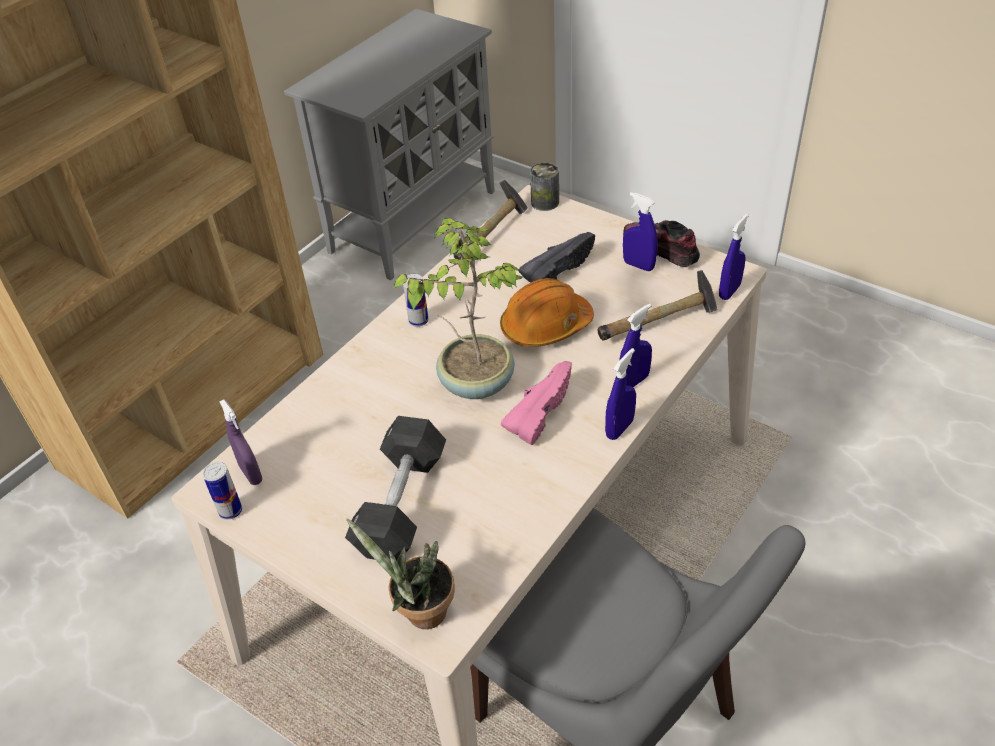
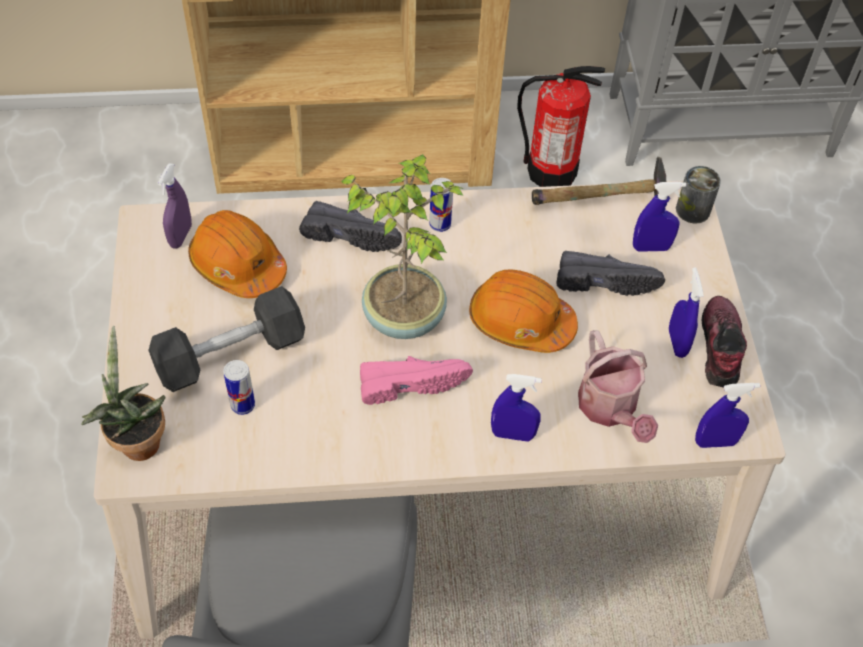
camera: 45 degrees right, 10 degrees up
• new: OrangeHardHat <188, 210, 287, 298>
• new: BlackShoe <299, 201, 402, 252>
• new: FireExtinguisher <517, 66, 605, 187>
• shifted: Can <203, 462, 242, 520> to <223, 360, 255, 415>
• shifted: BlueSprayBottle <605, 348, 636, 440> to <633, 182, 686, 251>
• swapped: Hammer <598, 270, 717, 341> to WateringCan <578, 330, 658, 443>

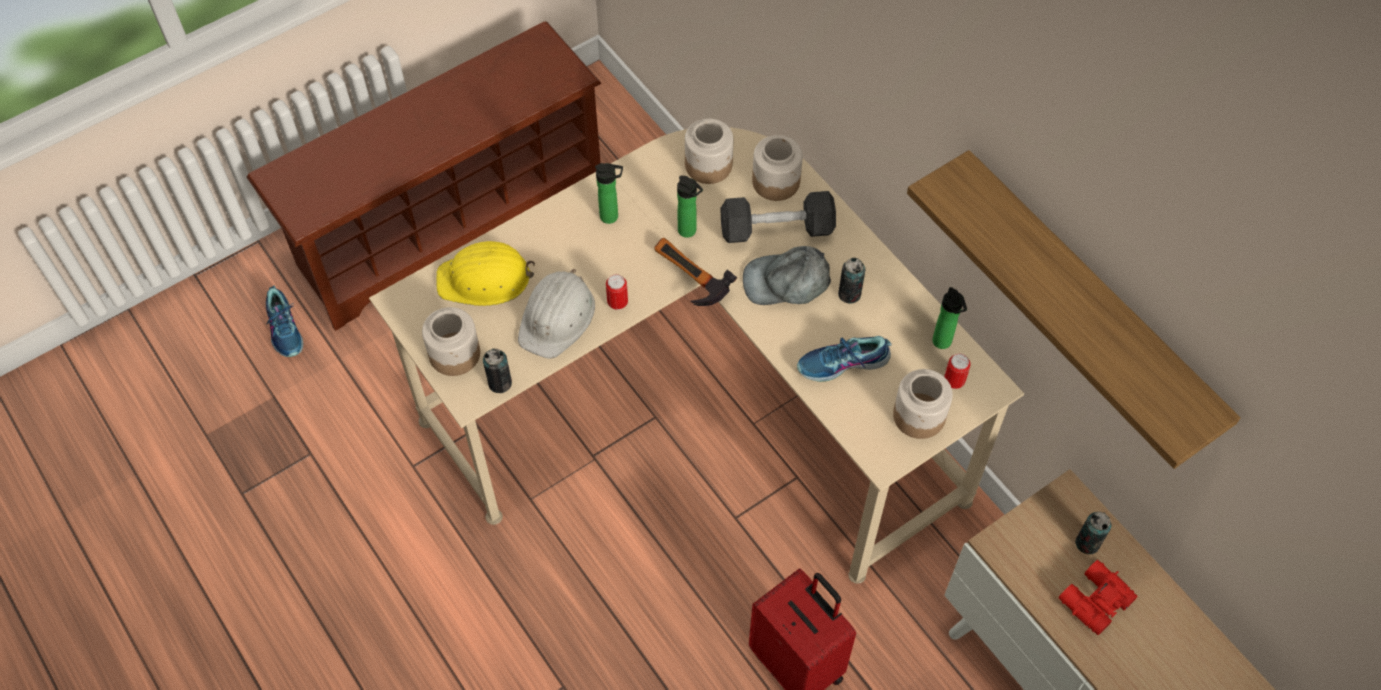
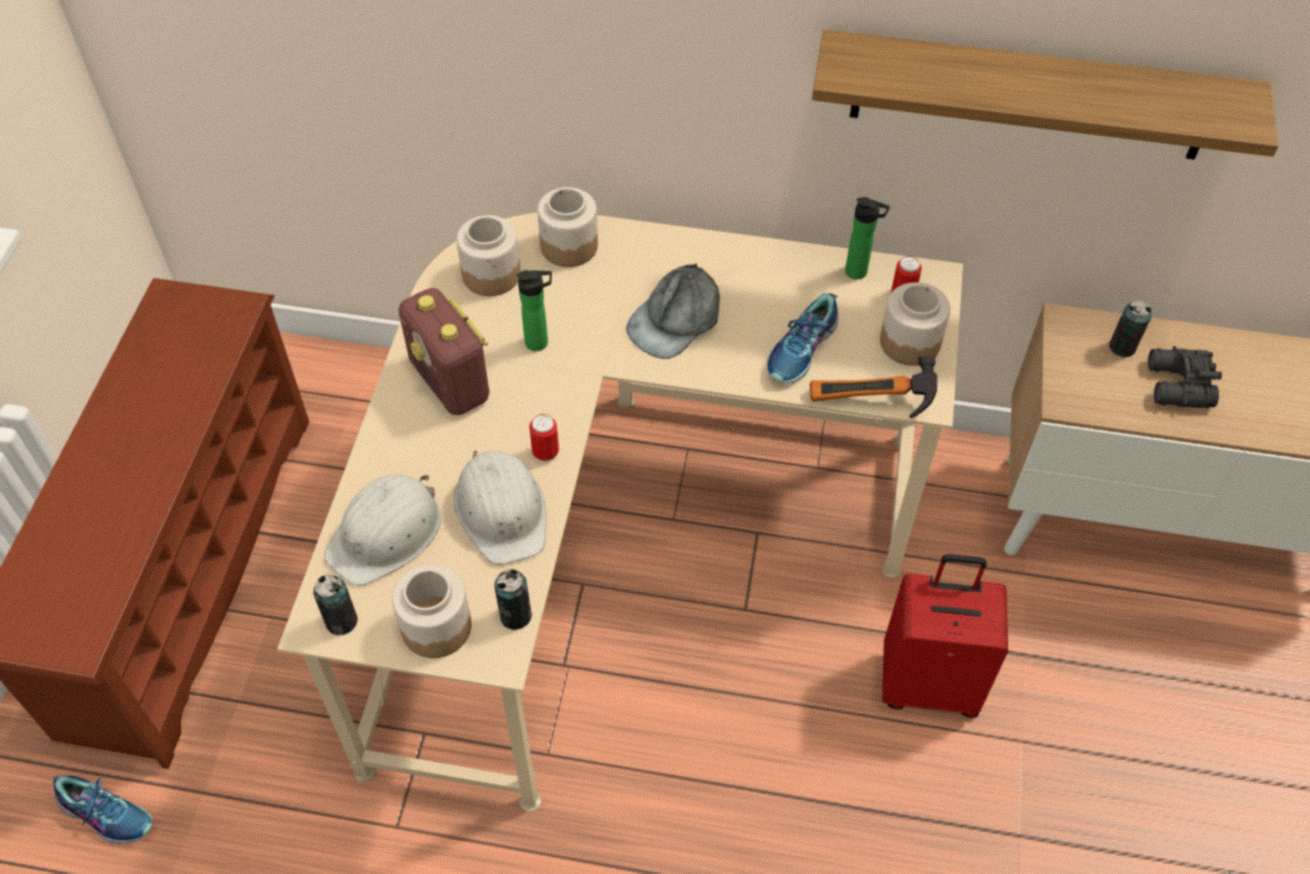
camera: 45 degrees left, 5 degrees down
• gone: BlackDumbbell <720, 191, 836, 243>
• shifted: Hammer <654, 238, 737, 306> to <810, 356, 937, 418>
• shifted: Can <838, 258, 865, 304> to <313, 574, 358, 635>
• swapped: Bottle <595, 163, 623, 224> to Radio <398, 288, 489, 415>
• repainted: YellowHardHat <436, 241, 535, 306> to WhiteHardHat <324, 474, 441, 586>
• repainted: RedBinoculars <1059, 560, 1138, 635> to BlackBinoculars <1148, 346, 1222, 408>

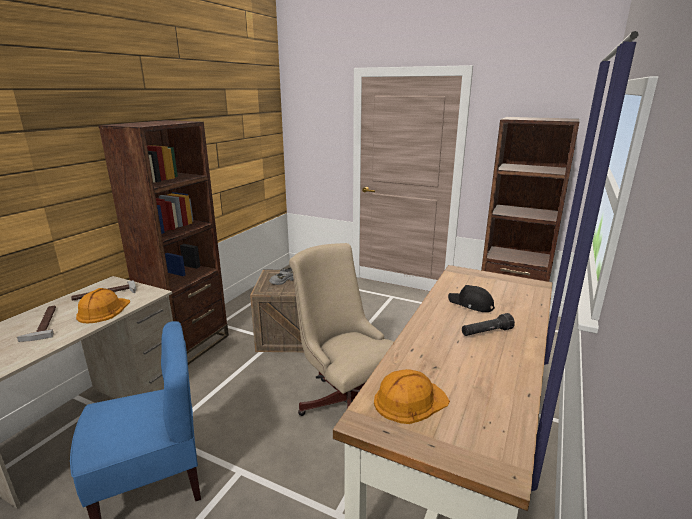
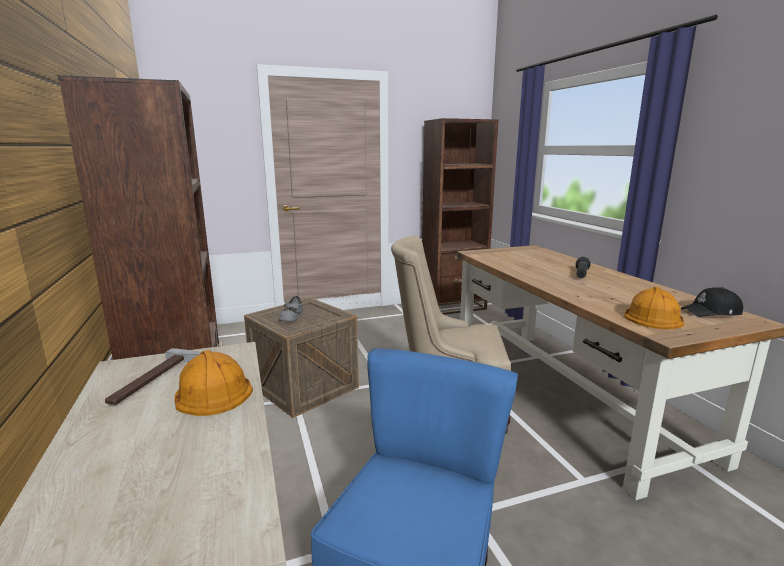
camera: 45 degrees left, 5 degrees down
• gone: Hammer <17, 306, 56, 342>
• shifted: BlackCap <448, 285, 495, 312> to <681, 287, 743, 317>

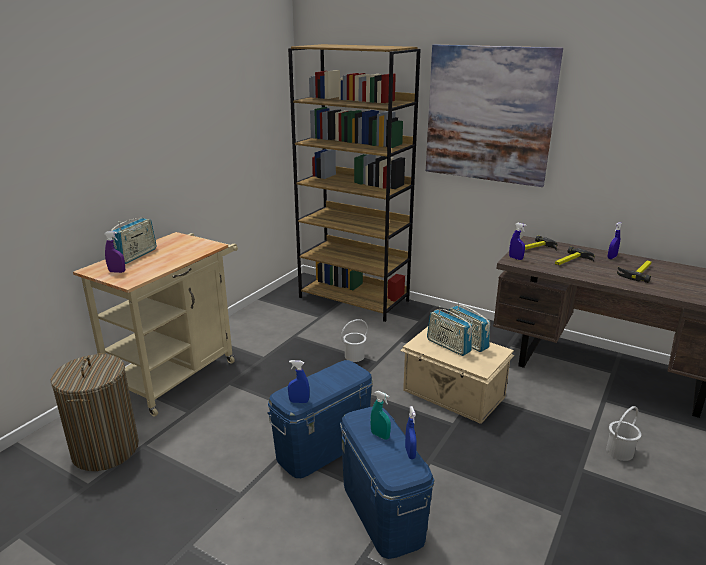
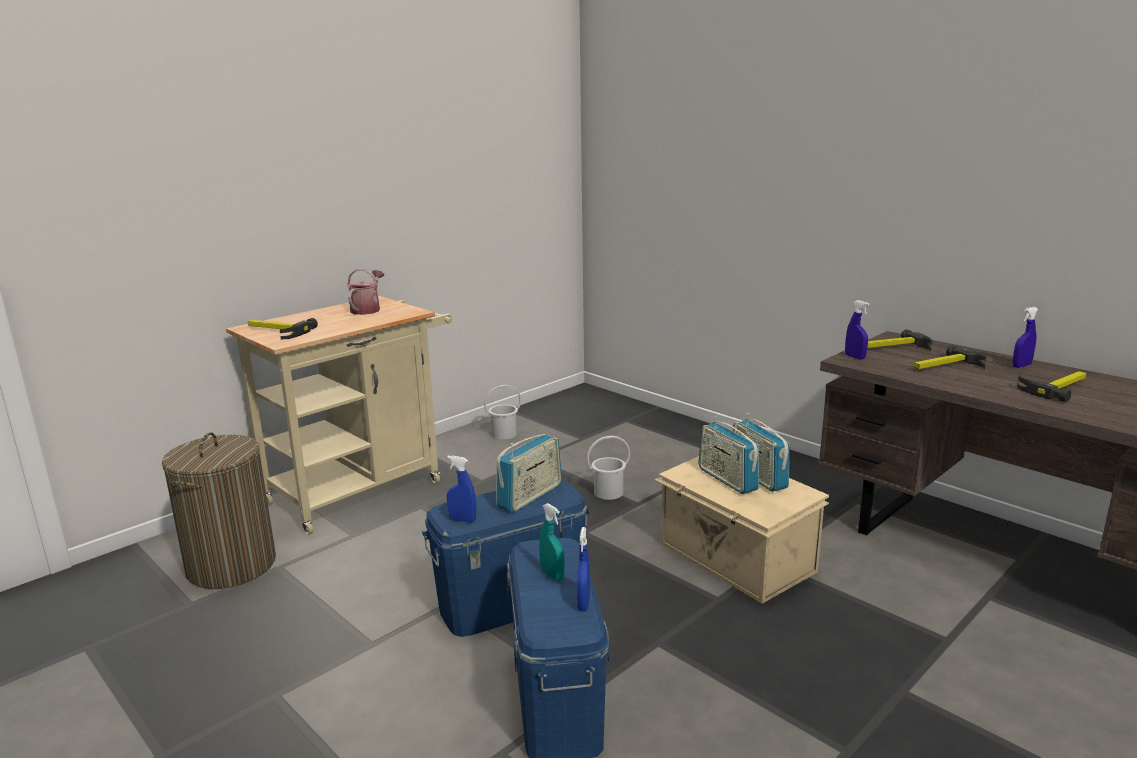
camera: 15 degrees right, 5 degrees down
• gone: BrownBookcase <288, 44, 421, 322>
• gone: Picture <426, 45, 563, 187>
• new: WateringCan <347, 269, 384, 315>
• shifted: Radio <111, 218, 156, 264> to <496, 434, 562, 513>
• shifted: WhiteBucket <606, 406, 641, 461> to <484, 385, 521, 440>
• swapped: PurpleSprayBottle <104, 231, 125, 273> to Hammer <248, 318, 318, 339>

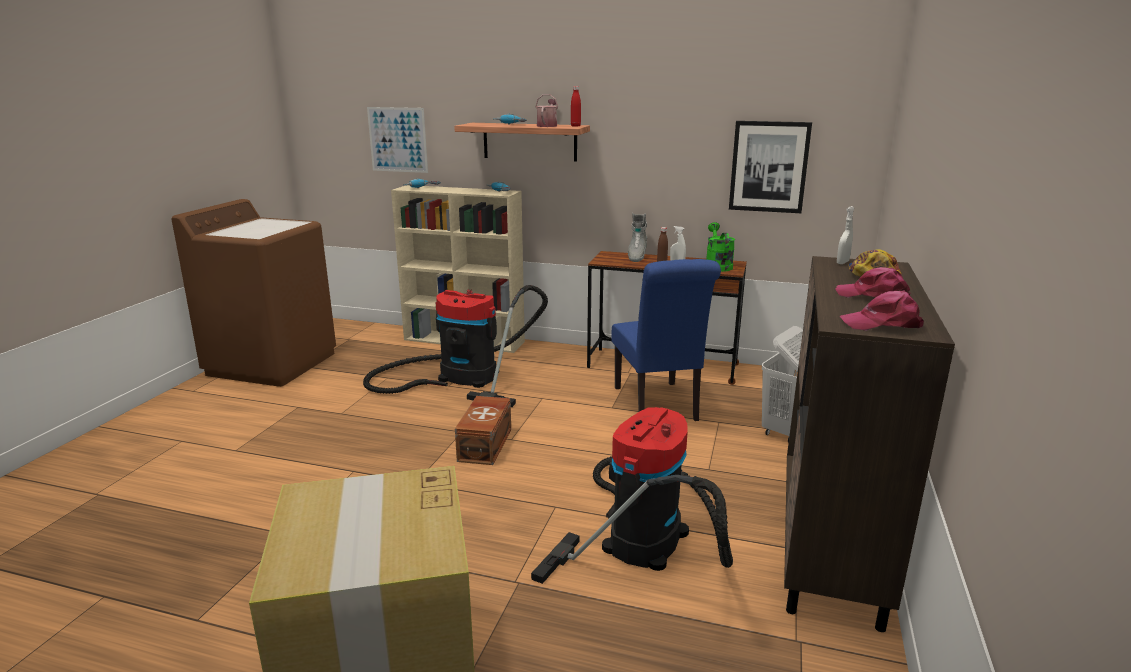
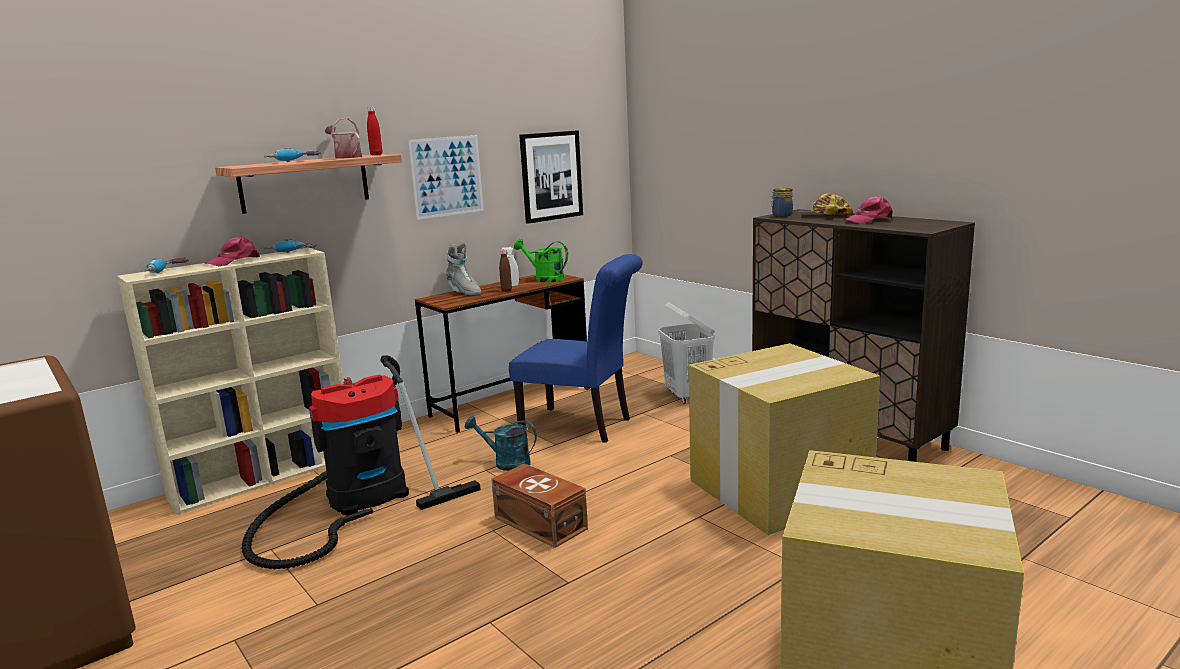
camera: 55 degrees left, 5 degrees down
• new: TurquoiseWateringCan <465, 416, 537, 471>
• shifted: Picture <367, 107, 428, 173> to <408, 135, 484, 220>
• shifted: PinkCap <840, 291, 924, 331> to <205, 236, 260, 266>
• swapped: VacuumCleaner <531, 407, 733, 584> to CardboardBox <689, 343, 880, 535>
• swapped: WhiteSprayBottle <837, 206, 855, 264> to Jar <771, 187, 793, 217>

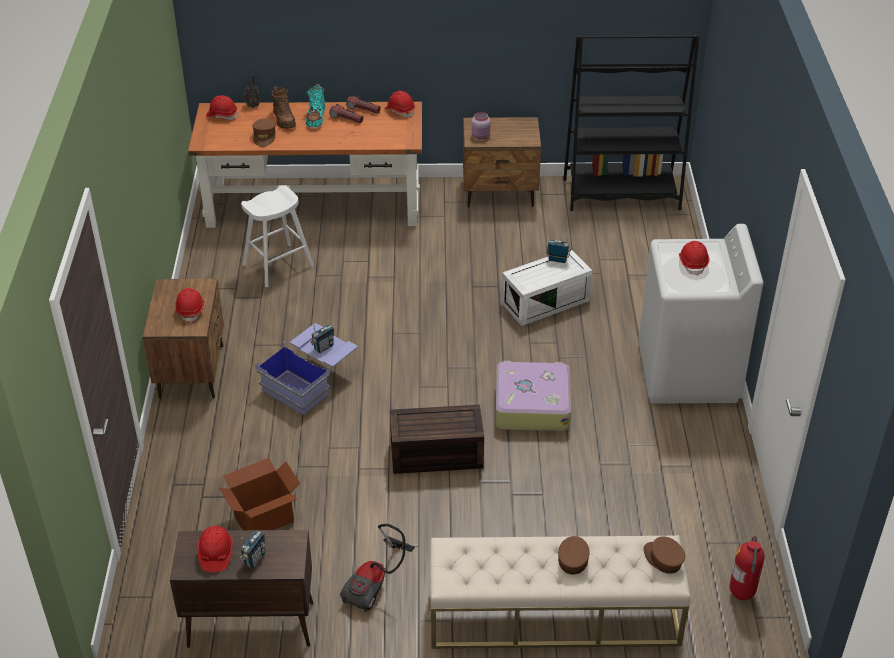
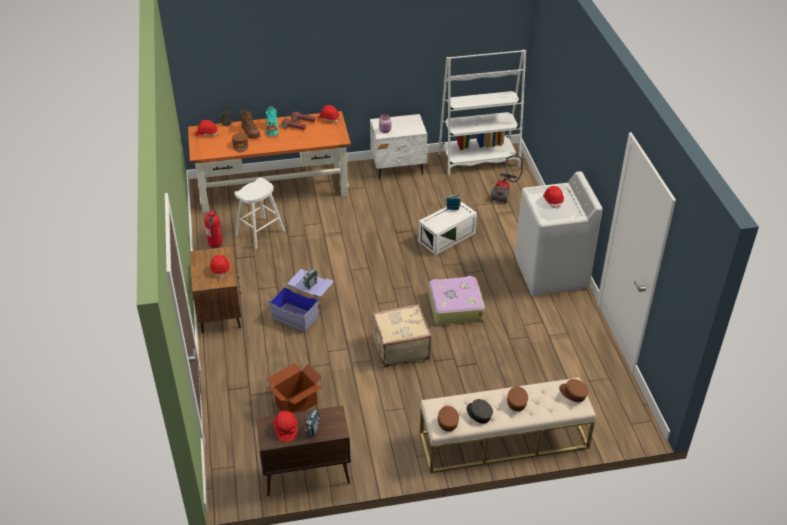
camera: 10 degrees left, 0 degrees up
• new: BrownCap <438, 406, 459, 431>
• new: GreyCap <467, 399, 493, 424>
• shifted: VacuumCleaner <340, 523, 415, 612> to <491, 155, 523, 203>
• shifted: FireExtinguisher <730, 536, 765, 600> to <204, 210, 223, 248>
• swapped: BrownStorageBox <390, 405, 484, 474> to BeigeSuitcase <372, 304, 432, 367>
• repainted: BrownNightstand <463, 117, 541, 208> to WhiteNightstand <370, 114, 427, 180>
• repainted: BlackBookcase <563, 34, 699, 211> to WhiteBookcase <438, 50, 526, 175>

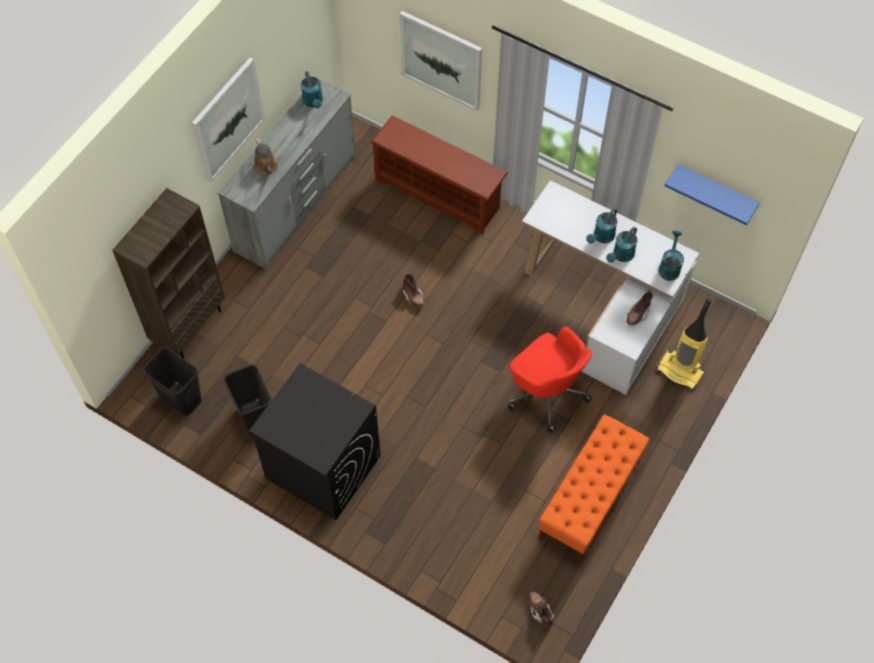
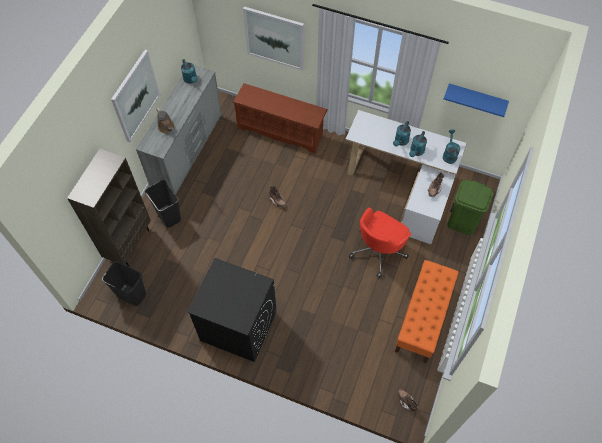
camera: 10 degrees left, 0 degrees up
• shifted: BlackTrashCan <224, 365, 272, 435> to <145, 180, 181, 228>
• swapped: VacuumCleaner <656, 298, 711, 390> to GreenTrashCan <448, 180, 493, 235>
• rotated: RedOfficeChair <508, 326, 592, 433> = <349, 207, 412, 278> 90 degrees clockwise

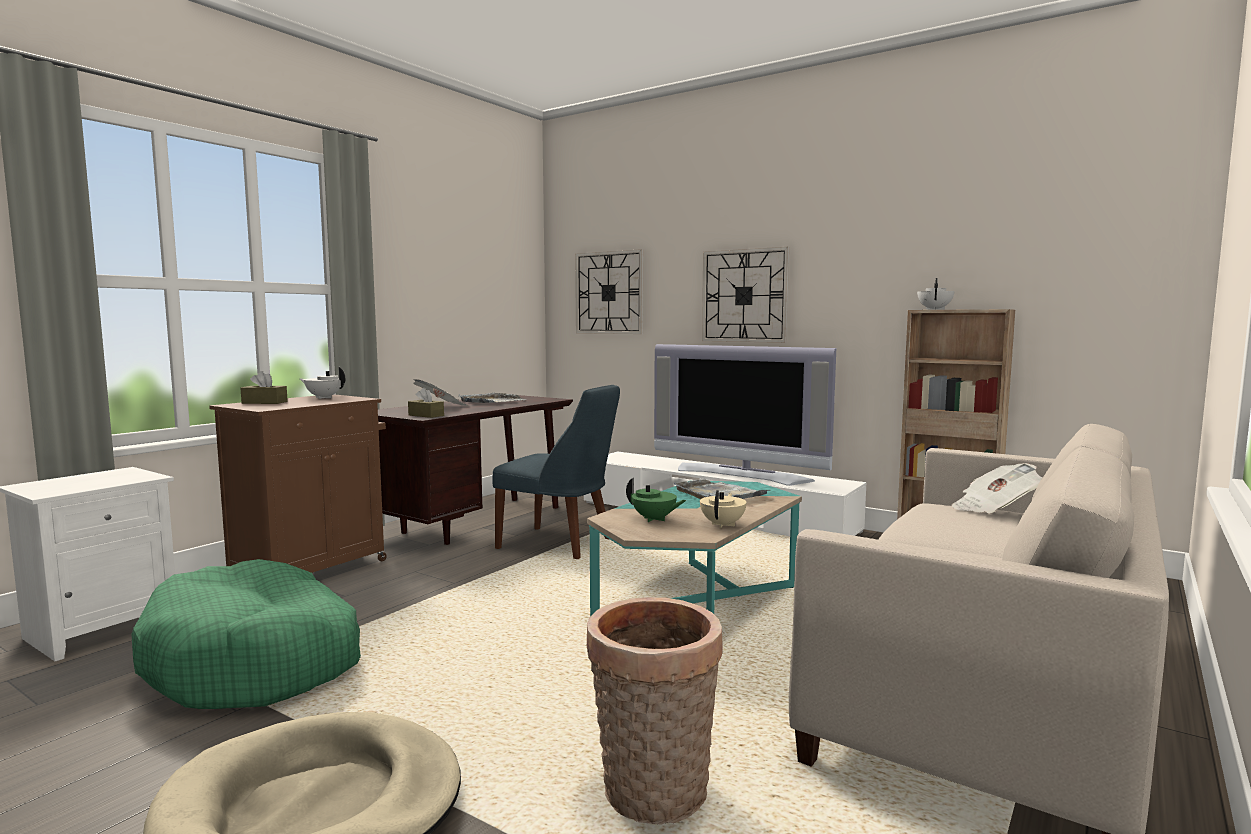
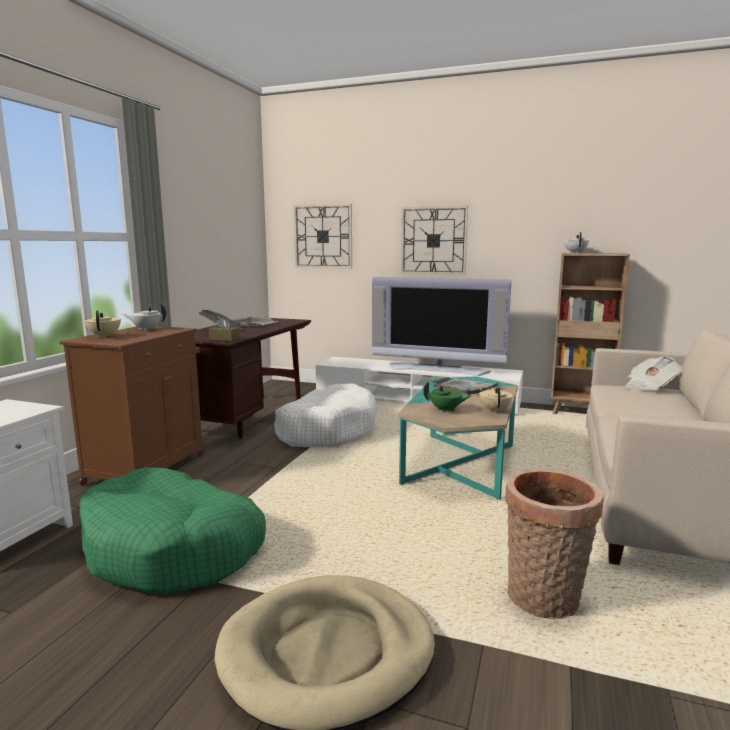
camera: 15 degrees left, 5 degrees up
• swapped: BrownTissueBox <241, 371, 288, 404> to BeigeTeapot <85, 310, 121, 338>
• swapped: BlueChair <492, 385, 620, 559> to WhiteDogBed <274, 384, 377, 447>

